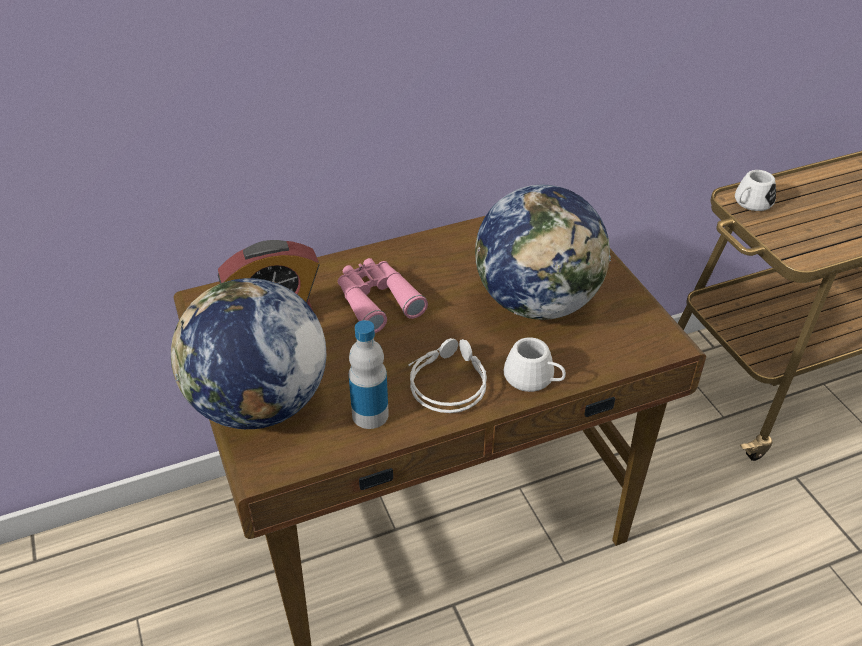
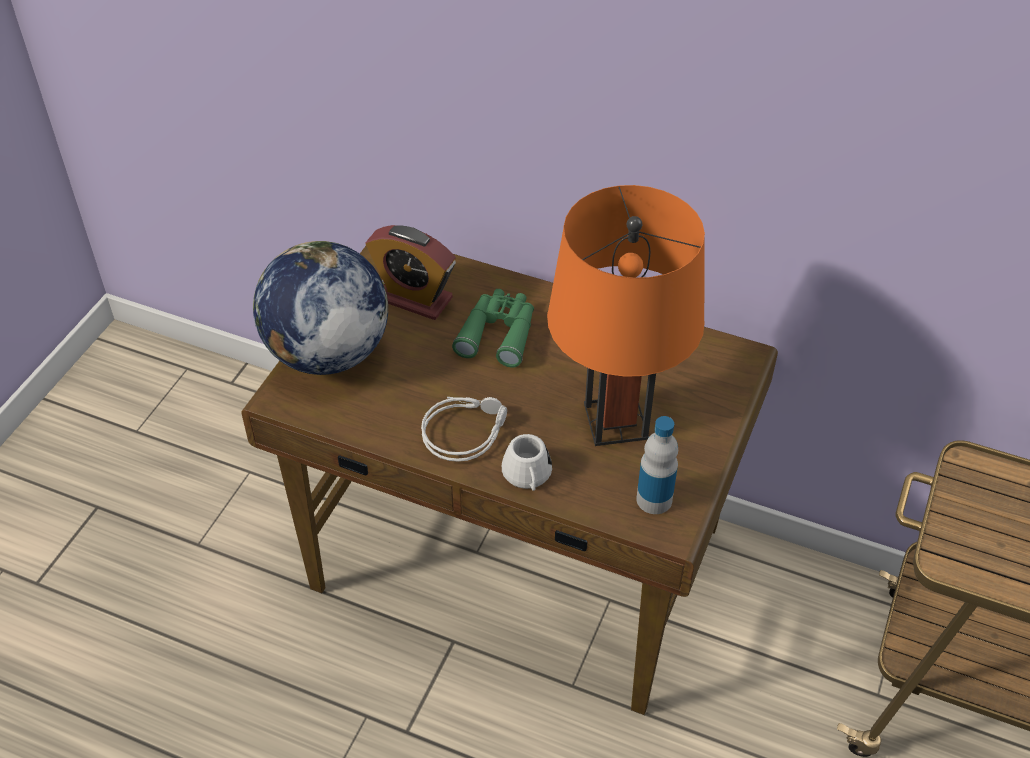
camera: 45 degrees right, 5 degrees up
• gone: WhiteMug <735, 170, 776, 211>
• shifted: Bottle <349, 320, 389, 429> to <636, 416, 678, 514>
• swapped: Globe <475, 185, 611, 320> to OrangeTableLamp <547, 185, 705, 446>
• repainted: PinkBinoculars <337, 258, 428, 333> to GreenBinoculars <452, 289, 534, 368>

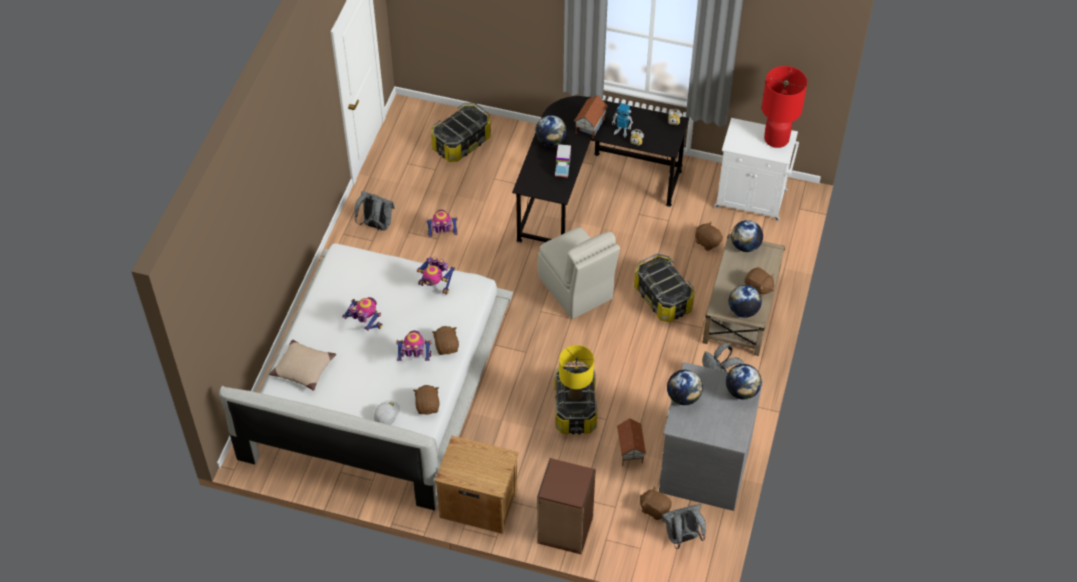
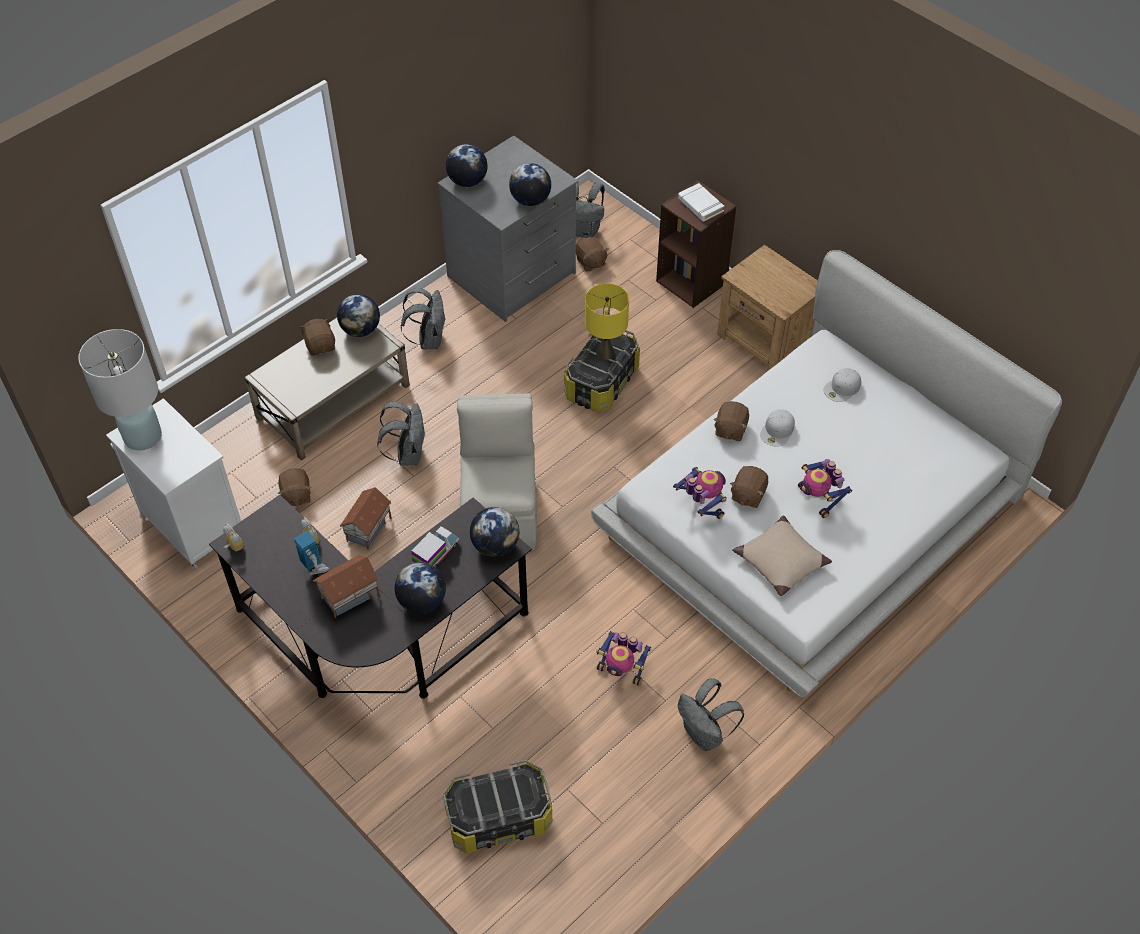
camera: 150 degrees left, 0 degrees up
• new: WhiteBook <678, 183, 724, 222>
• shifted: BeigePillow <269, 340, 336, 390> to <732, 516, 832, 596>
• shifted: BrownPlushToy <413, 385, 439, 415> to <730, 466, 768, 508>
• shifted: ToyHouse <617, 418, 646, 466> to <340, 487, 392, 550>
• shifted: Globe <731, 220, 763, 252> to <470, 507, 519, 557>
• swapped: ToyRobot <396, 331, 432, 361> to WhiteCap <760, 409, 795, 447>
• swapped: StorageBox <634, 253, 695, 322> to GreyBackpack <377, 402, 426, 466>
• repainted: RedTableLamp <761, 66, 807, 148> to WhiteTableLamp <78, 329, 162, 450>

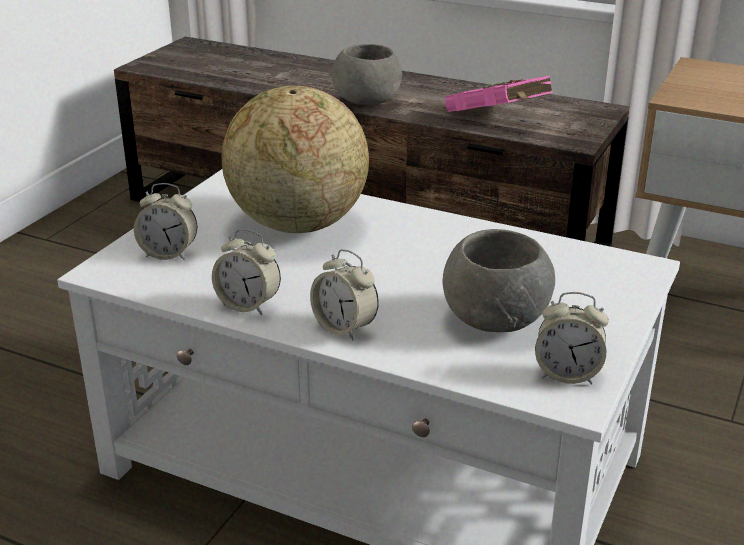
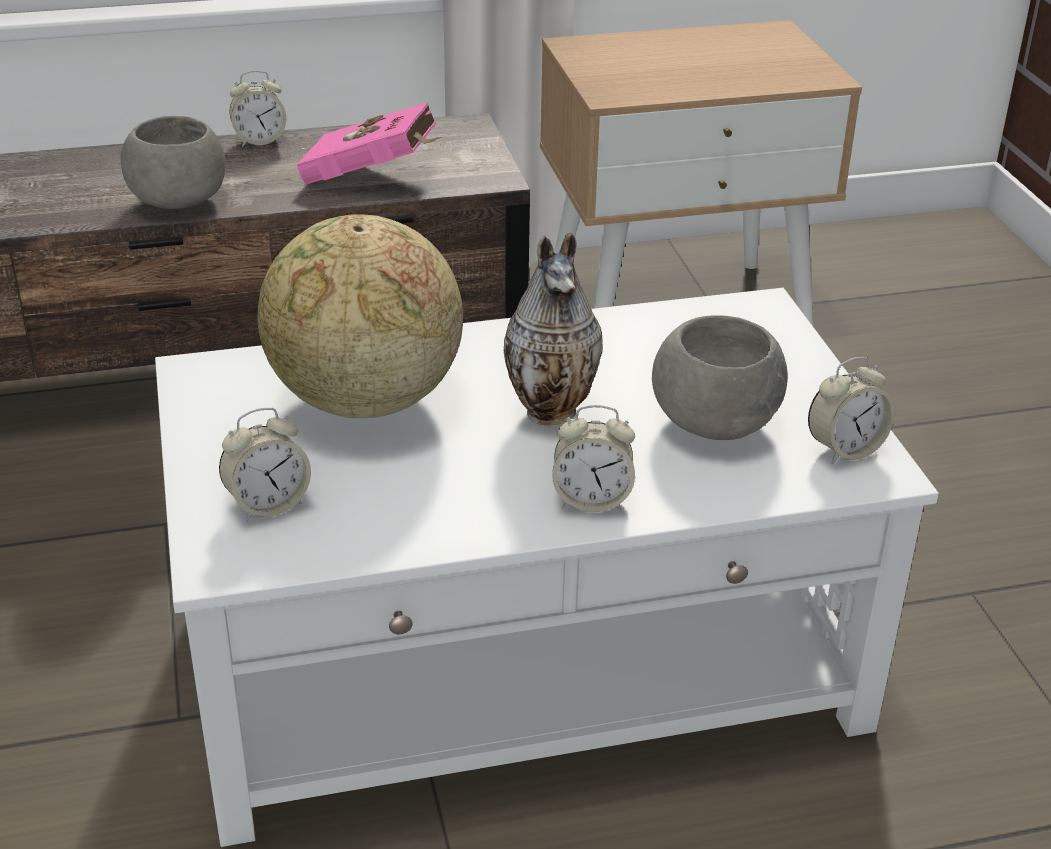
camera: 40 degrees left, 5 degrees up
• new: Vase <504, 233, 603, 425>
• shifted: AlarmClock <212, 229, 281, 315> to <230, 70, 286, 147>

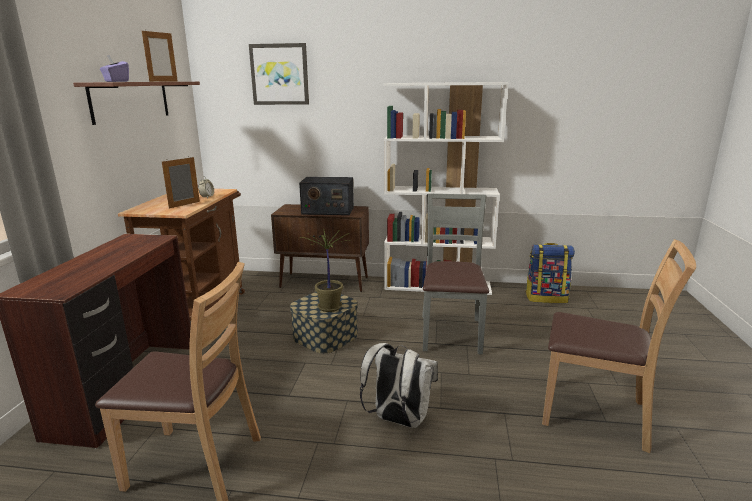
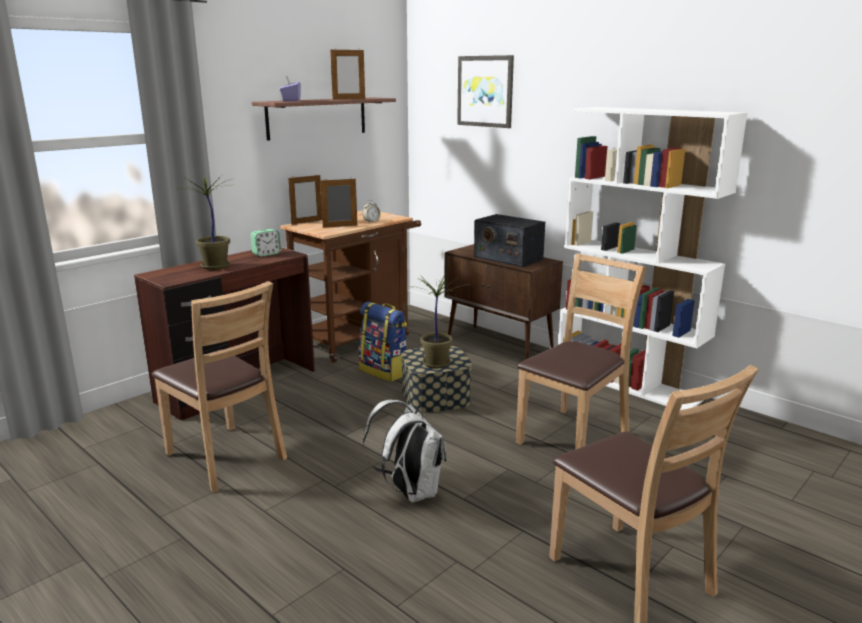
camera: 35 degrees right, 0 degrees up
• new: PottedPlant <171, 174, 234, 270>
• new: AlarmClock <250, 229, 281, 257>
• new: PictureFrame <288, 174, 322, 224>
• shifted: Backpack <525, 243, 575, 303> to <359, 302, 407, 382>
• repainted: GreyChair <422, 194, 489, 355> to BrownChair <516, 253, 647, 449>

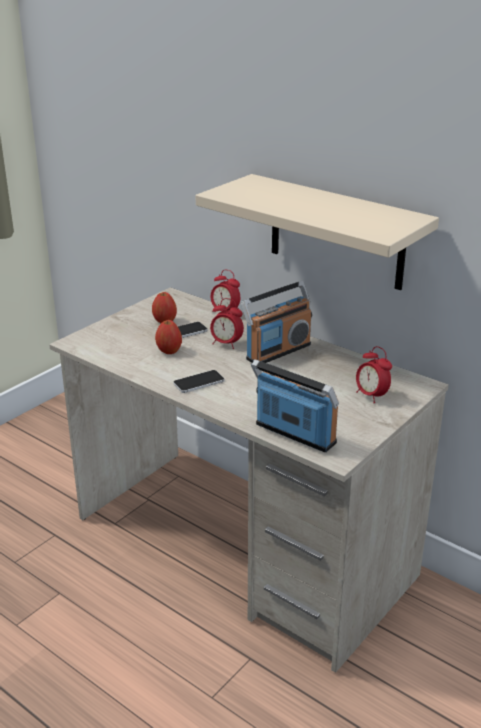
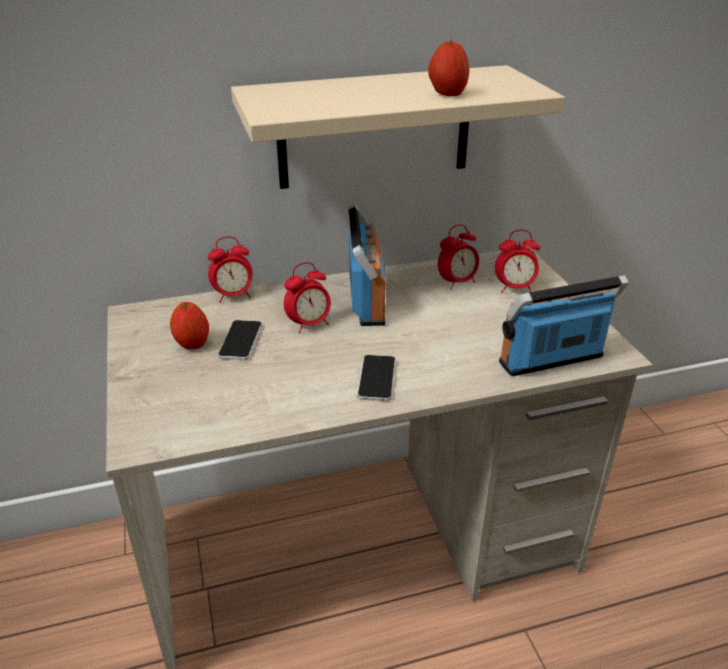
camera: 55 degrees left, 5 degrees up
• new: AlarmClock <438, 224, 479, 290>
• shifted: Apple <155, 320, 182, 354> to <428, 39, 469, 96>

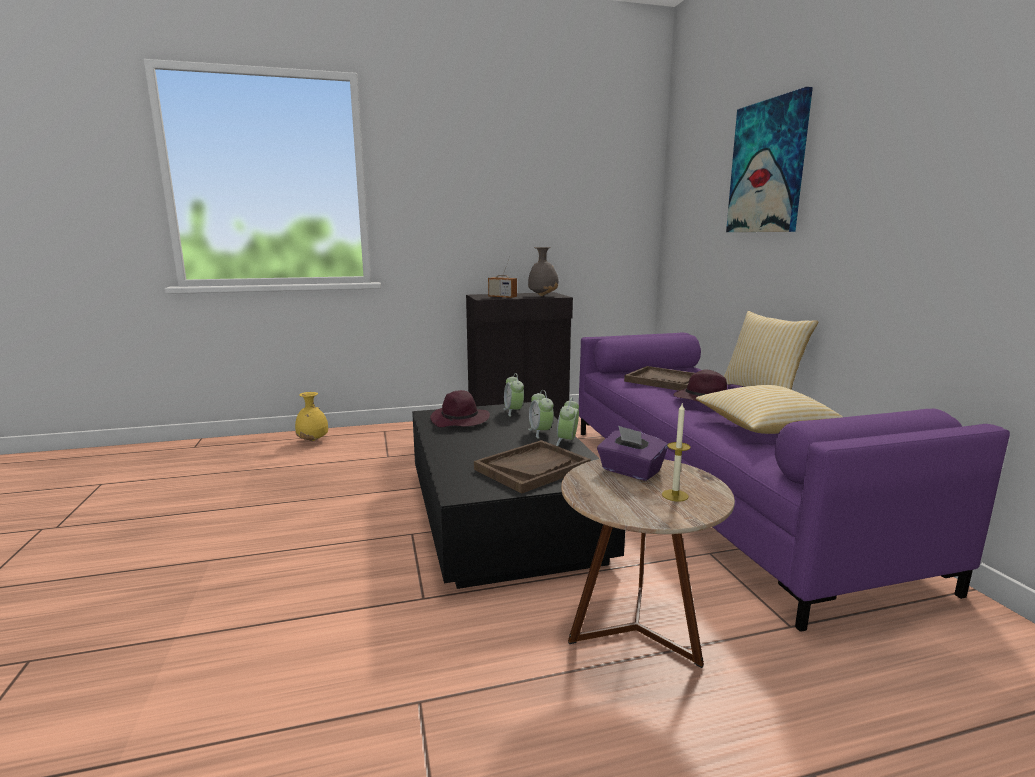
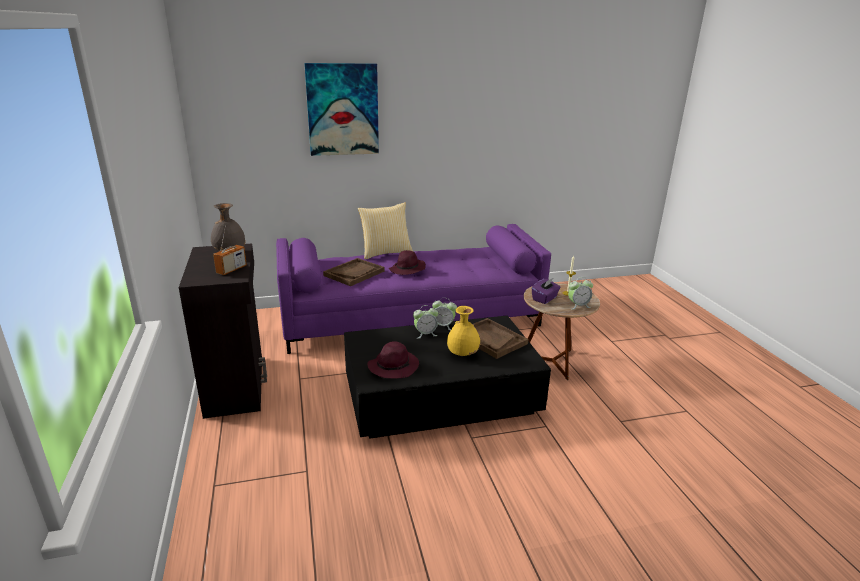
camera: 90 degrees left, 10 degrees up
• gone: Pillow <696, 385, 843, 434>
• shifted: YellowVase <295, 392, 328, 441> to <447, 306, 480, 356>
• shifted: AlarmClock <504, 373, 524, 417> to <568, 277, 593, 310>

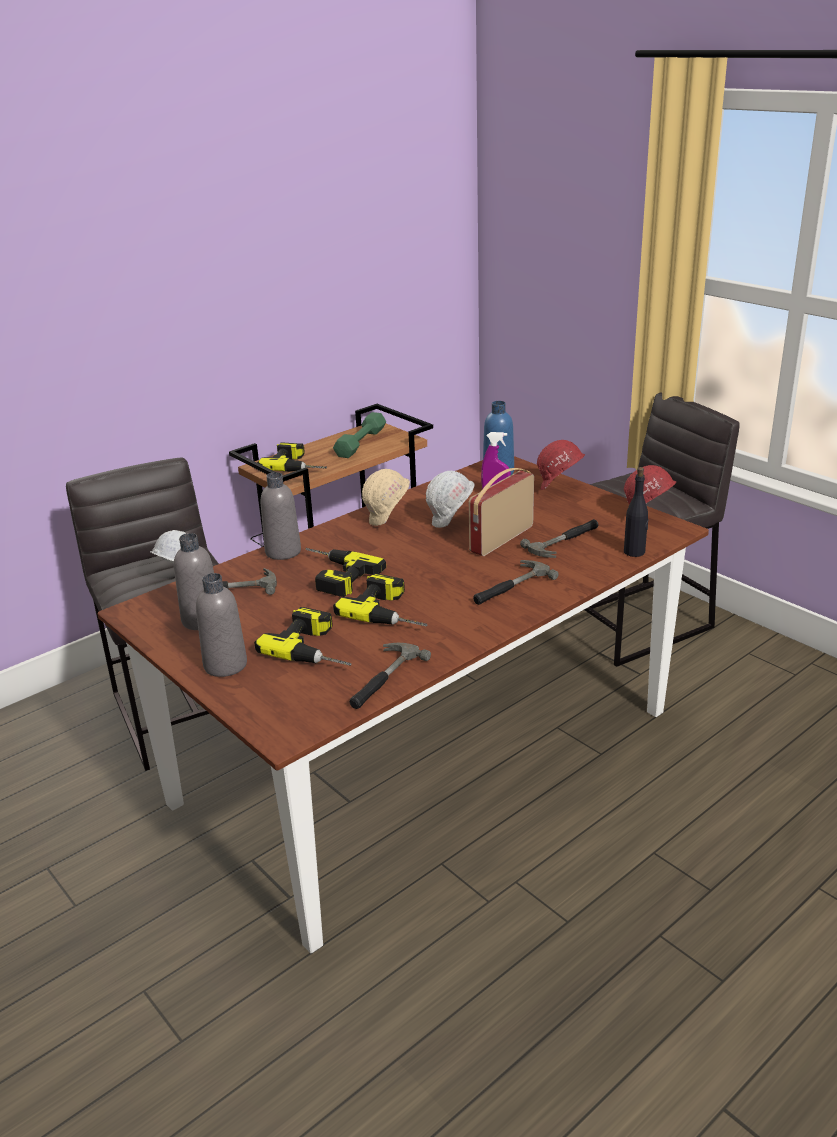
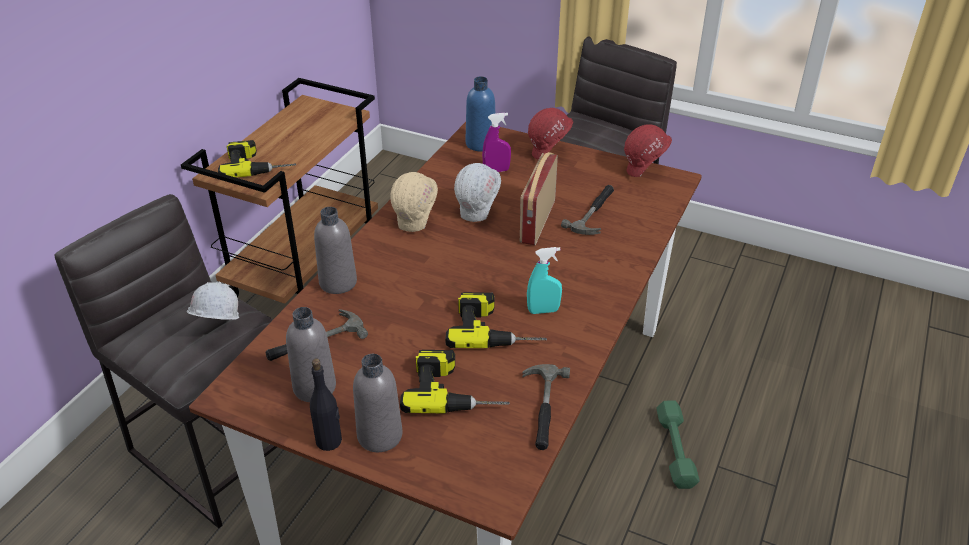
camera: 25 degrees left, 10 degrees up
• gone: PowerDrill <306, 548, 386, 597>
• gone: Hammer <473, 560, 559, 605>
• new: TurquoiseSprayBottle <527, 247, 562, 314>
• shifted: GreenDumbbell <333, 412, 386, 458> to <656, 401, 700, 489>
• shifted: BlackBottle <624, 467, 649, 557> to <310, 358, 342, 451>

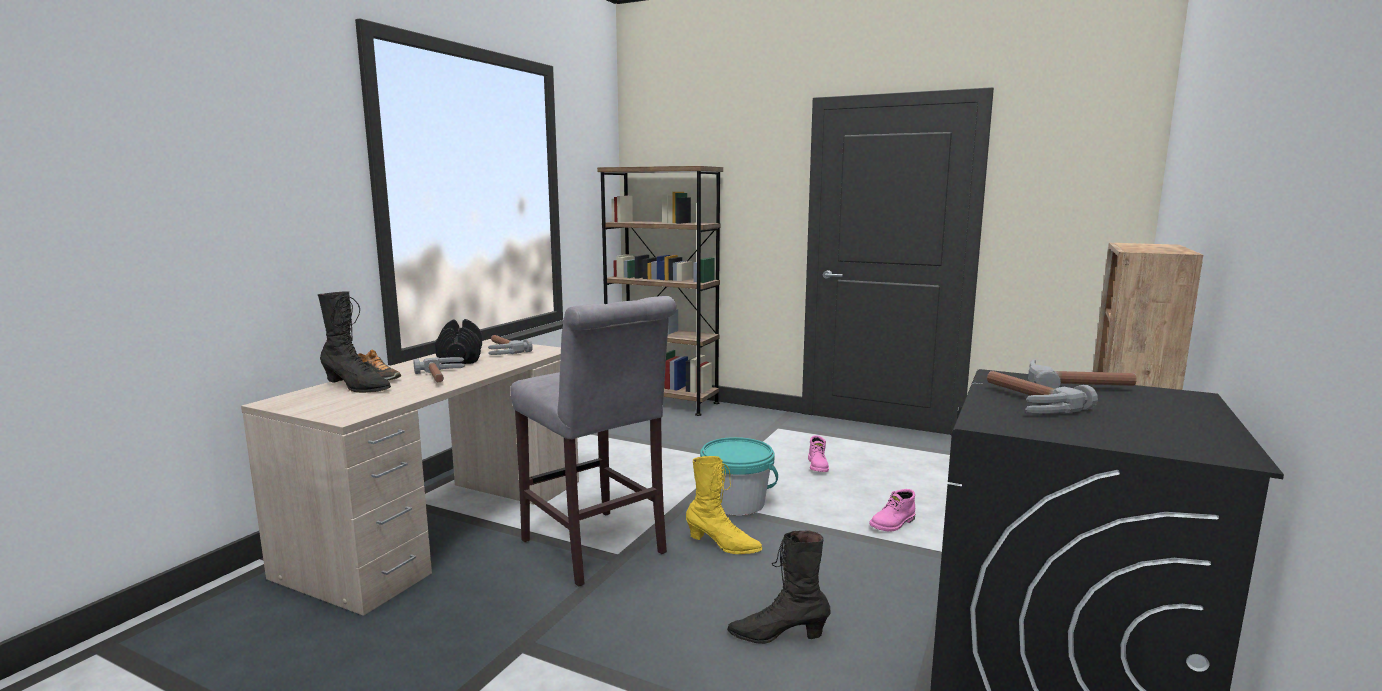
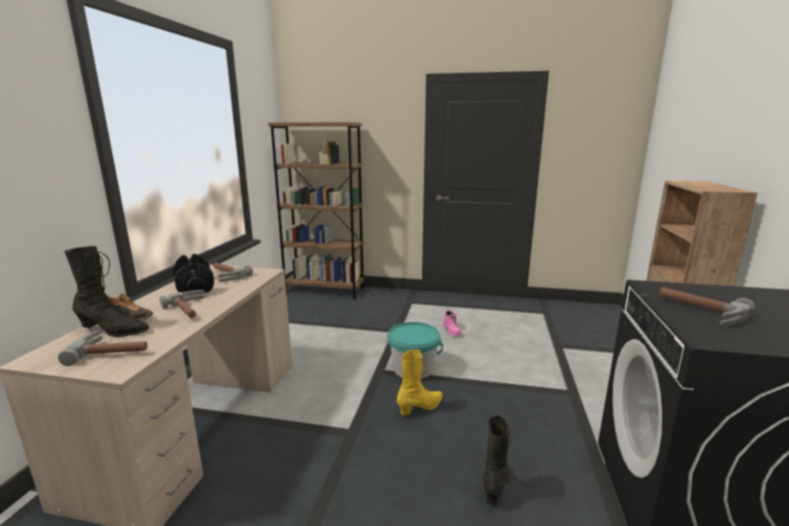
camera: 15 degrees left, 5 degrees up
• gone: GreyStool <510, 296, 676, 587>
• gone: PinkBoot <869, 489, 915, 531>
• shifted: Hammer <1028, 359, 1137, 389> to <58, 330, 148, 366>
• rotated: YellowBoot <686, 456, 762, 554> = <397, 349, 443, 415> 45 degrees counterclockwise
• rotated: BlackBoot <727, 530, 831, 644> = <483, 415, 511, 505> 120 degrees clockwise

